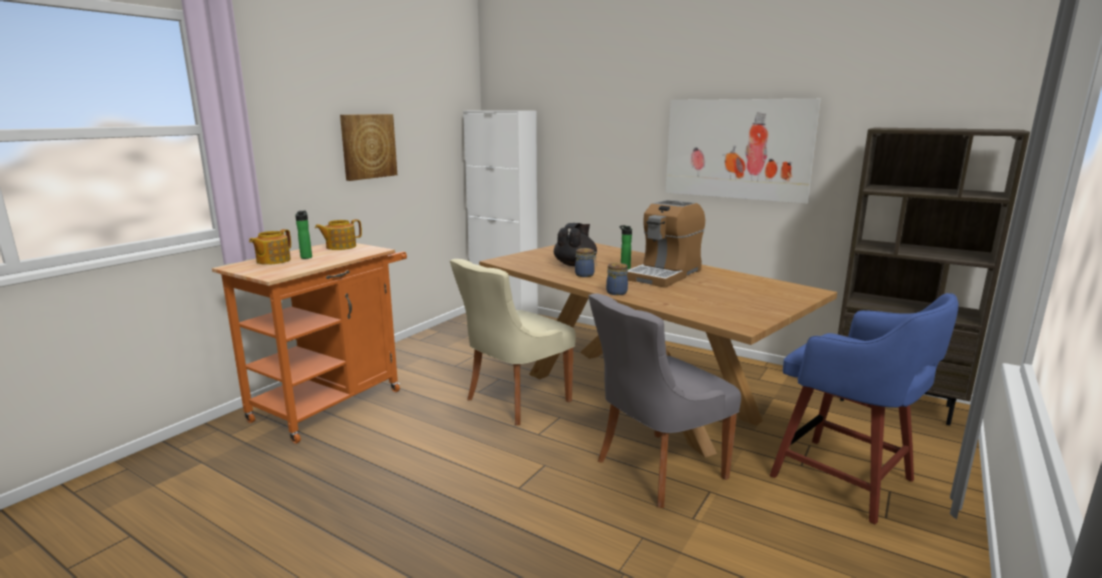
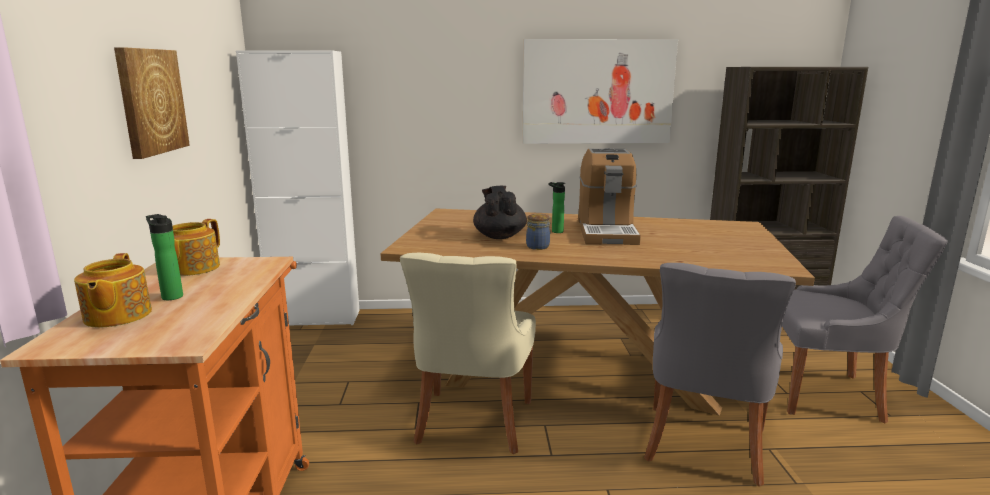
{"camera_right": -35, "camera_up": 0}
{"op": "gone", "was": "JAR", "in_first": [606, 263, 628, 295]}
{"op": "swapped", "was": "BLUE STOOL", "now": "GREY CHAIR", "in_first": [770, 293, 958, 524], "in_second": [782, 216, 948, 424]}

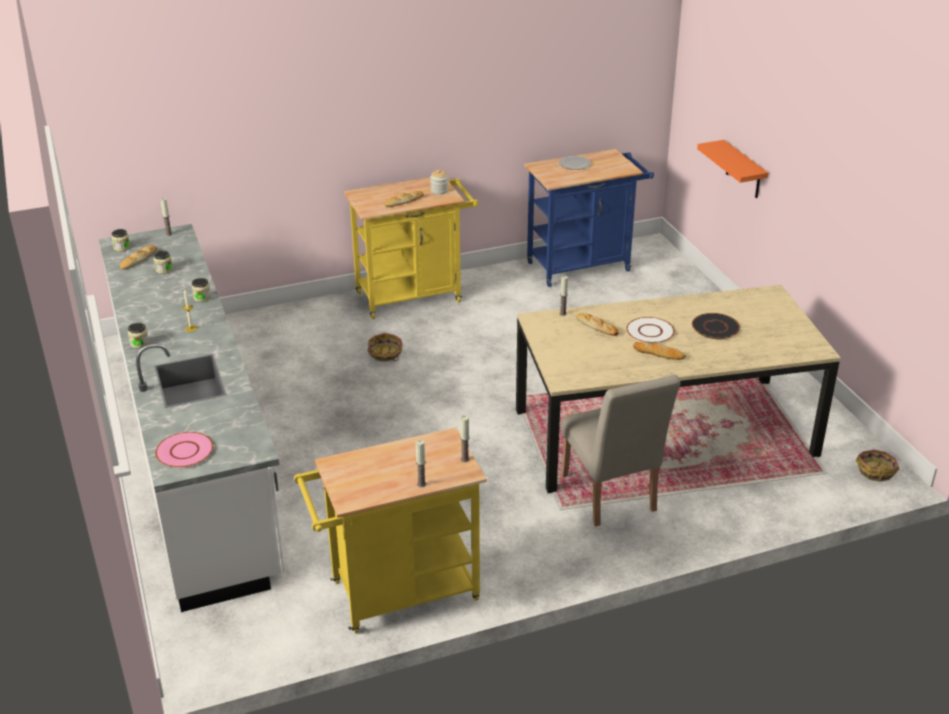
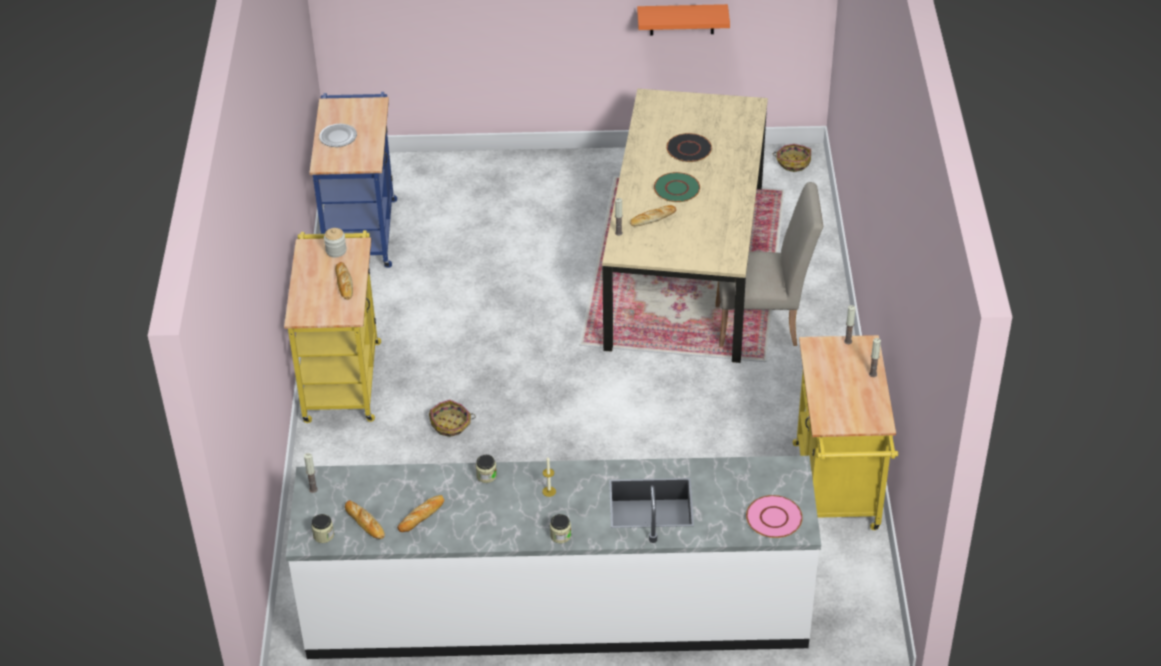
{"camera_right": -70, "camera_up": 10}
{"op": "gone", "was": "JAR", "in_first": [154, 251, 173, 274]}
{"op": "repainted", "was": "WHITE PLATE", "now": "GREEN PLATE", "in_first": [626, 317, 675, 344], "in_second": [654, 172, 700, 202]}
{"op": "shifted", "was": "BREAD", "in_first": [633, 342, 686, 360], "in_second": [397, 495, 444, 532]}
{"op": "shifted", "was": "ORANGE SHELF", "in_first": [697, 140, 768, 198], "in_second": [637, 4, 730, 36]}

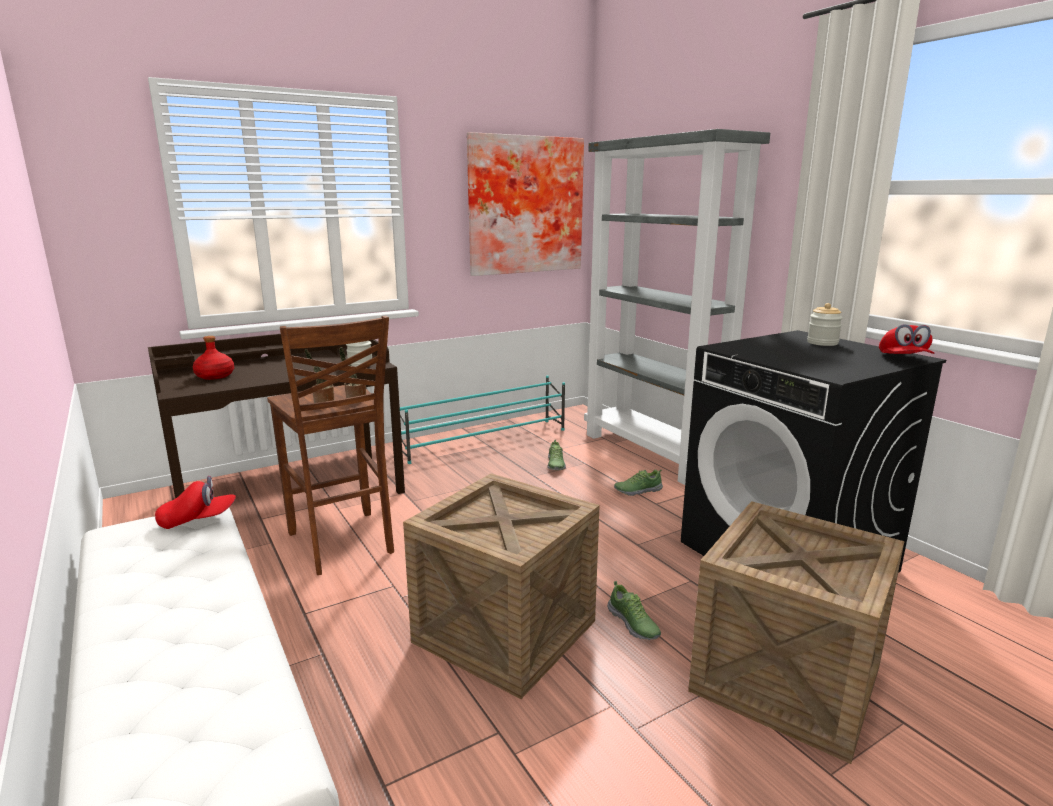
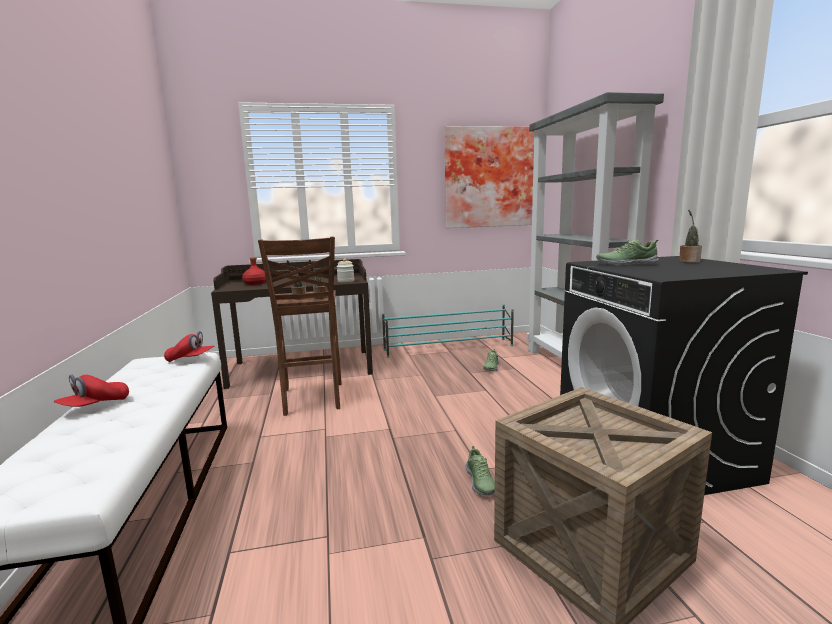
{"camera_right": 20, "camera_up": -5}
{"op": "gone", "was": "CRATE", "in_first": [403, 473, 600, 699]}
{"op": "shifted", "was": "SHOE", "in_first": [614, 470, 663, 496], "in_second": [596, 239, 659, 266]}
{"op": "swapped", "was": "JAR", "now": "POTTED PLANT", "in_first": [807, 303, 843, 346], "in_second": [679, 209, 702, 263]}
{"op": "shifted", "was": "RED CAP", "in_first": [879, 324, 934, 354], "in_second": [54, 374, 129, 407]}

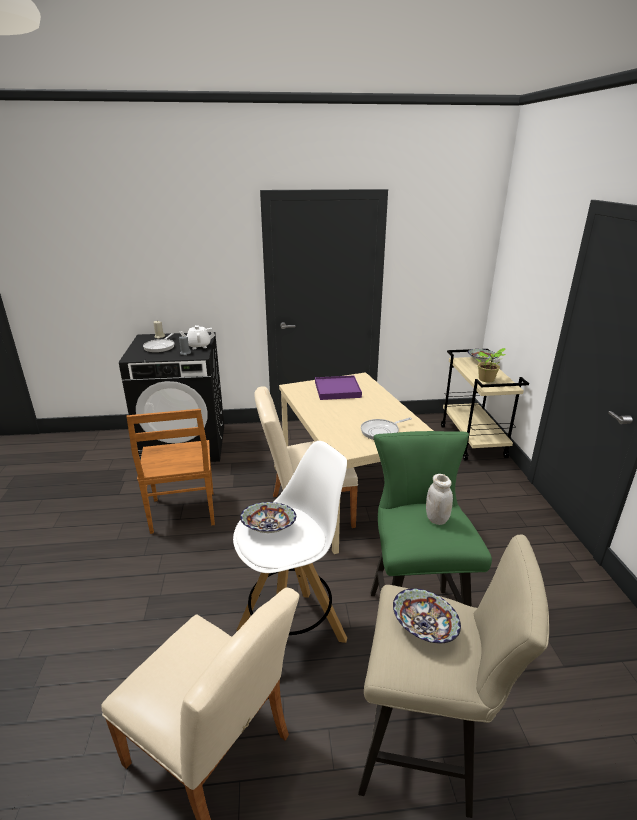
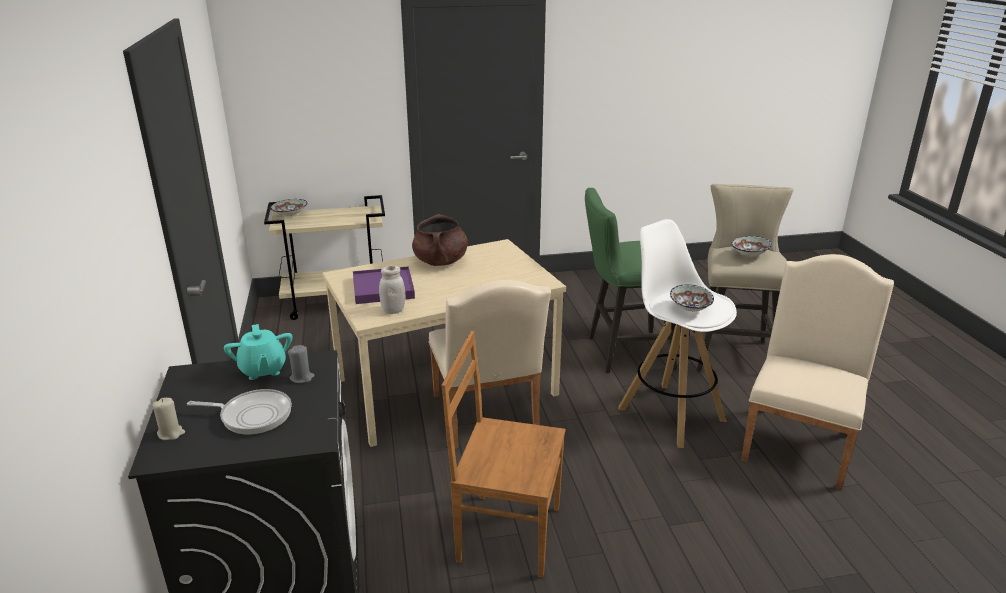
{"camera_right": -95, "camera_up": 0}
{"op": "rotated", "was": "BROWN CHAIR", "in_first": [126, 409, 215, 534], "in_second": [442, 331, 565, 578], "clockwise": -150}
{"op": "repainted", "was": "WHITE TEAPOT", "now": "TURQUOISE TEAPOT", "in_first": [180, 325, 215, 349], "in_second": [224, 324, 292, 380]}
{"op": "gone", "was": "FRYING PAN", "in_first": [361, 417, 412, 440]}
{"op": "shifted", "was": "WHITE JAR", "in_first": [426, 474, 453, 525], "in_second": [379, 266, 406, 314]}
{"op": "gone", "was": "POTTED PLANT", "in_first": [476, 348, 506, 382]}
{"op": "new", "now": "BROWN COOKING POT", "in_second": [412, 214, 468, 266]}

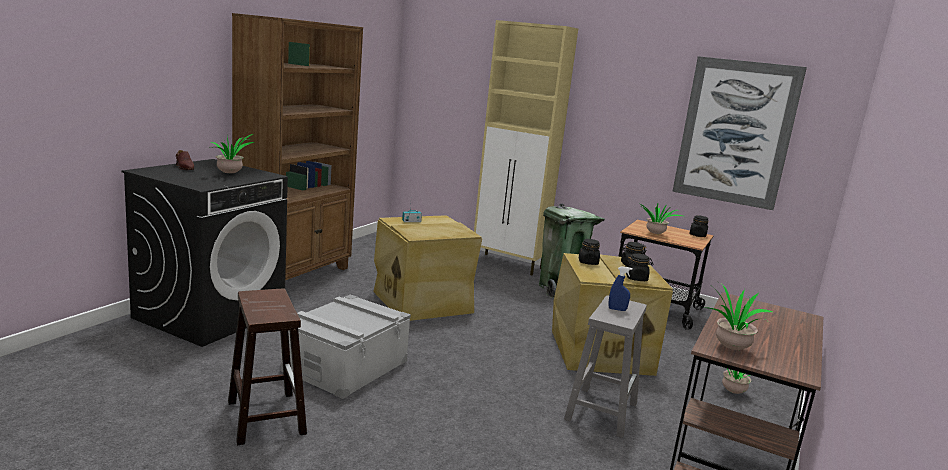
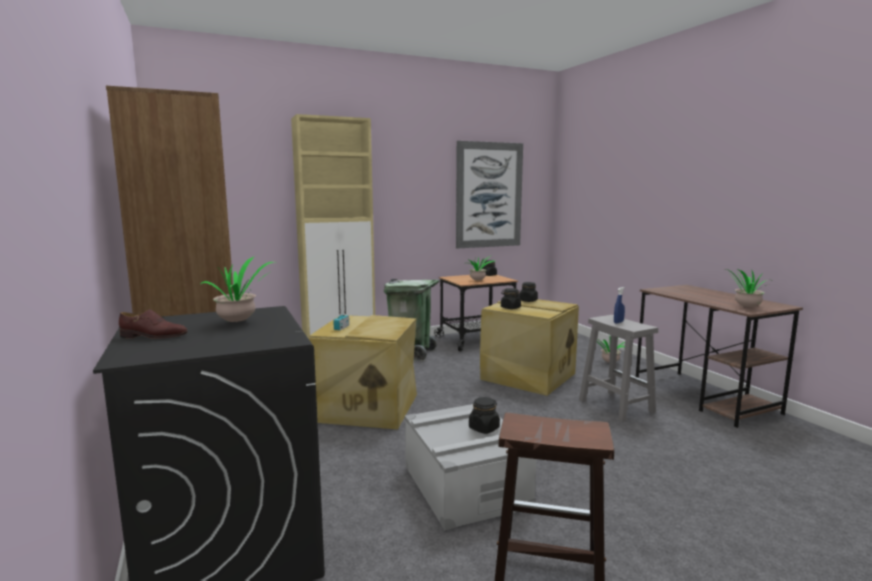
{"camera_right": -50, "camera_up": -5}
{"op": "shifted", "was": "BLACK JAR", "in_first": [625, 253, 654, 281], "in_second": [469, 397, 500, 434]}

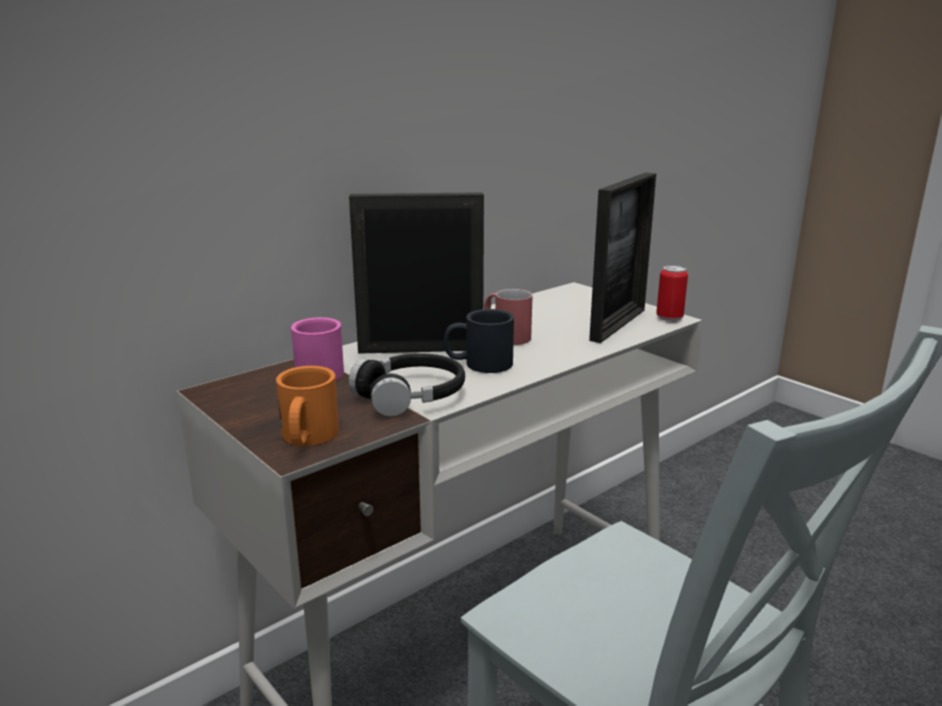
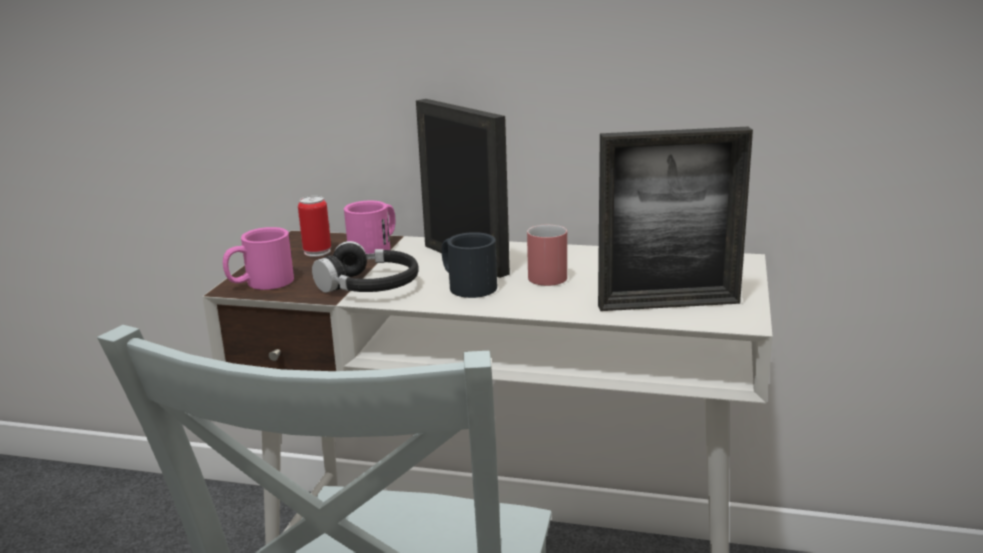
{"camera_right": 55, "camera_up": 0}
{"op": "repainted", "was": "ORANGE MUG", "now": "PINK MUG", "in_first": [276, 366, 339, 447], "in_second": [223, 227, 294, 290]}
{"op": "shifted", "was": "CAN", "in_first": [656, 265, 688, 323], "in_second": [298, 196, 331, 257]}

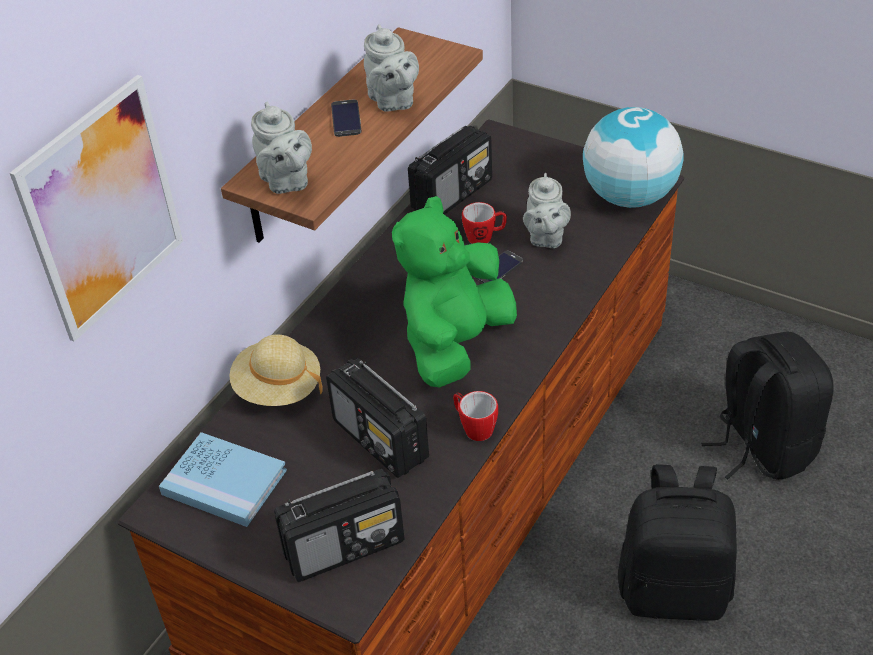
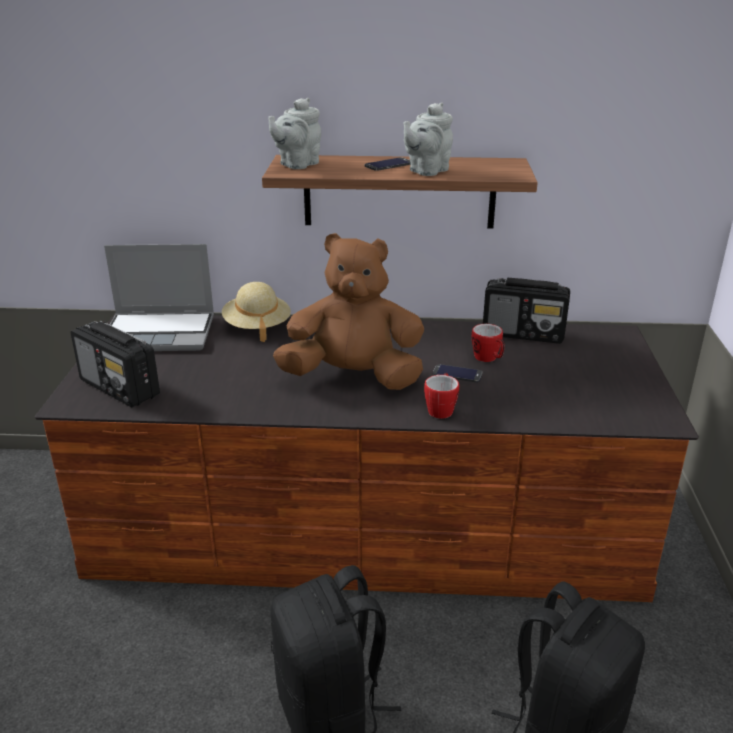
{"camera_right": 60, "camera_up": -15}
{"op": "gone", "was": "PICTURE", "in_first": [10, 75, 183, 342]}
{"op": "swapped", "was": "BLUE BOOK", "now": "LAPTOP", "in_first": [159, 432, 287, 527], "in_second": [104, 244, 214, 351]}
{"op": "gone", "was": "RADIO", "in_first": [326, 358, 429, 478]}
{"op": "repainted", "was": "GREEN PLUSH TOY", "now": "BROWN PLUSH TOY", "in_first": [392, 196, 517, 387], "in_second": [273, 233, 424, 390]}
{"op": "shifted", "was": "MUG", "in_first": [453, 391, 498, 441], "in_second": [424, 373, 459, 419]}
{"op": "gone", "was": "GREY TEAPOT", "in_first": [523, 173, 571, 248]}
{"op": "gone", "was": "GLOBE", "in_first": [583, 107, 684, 208]}

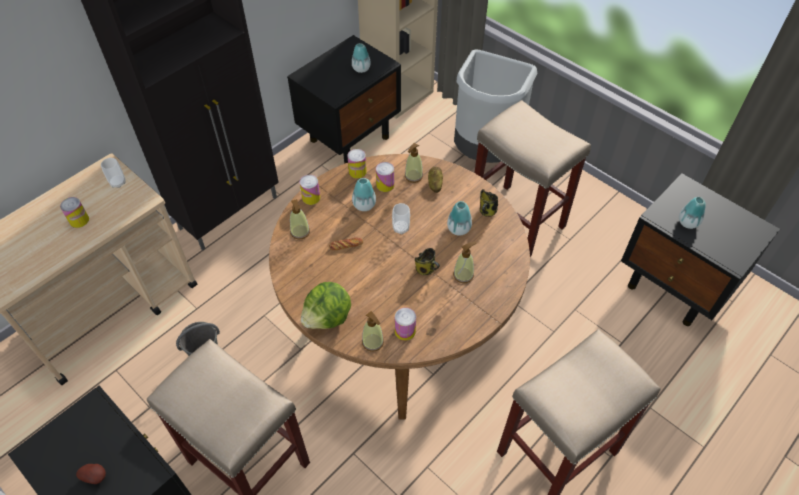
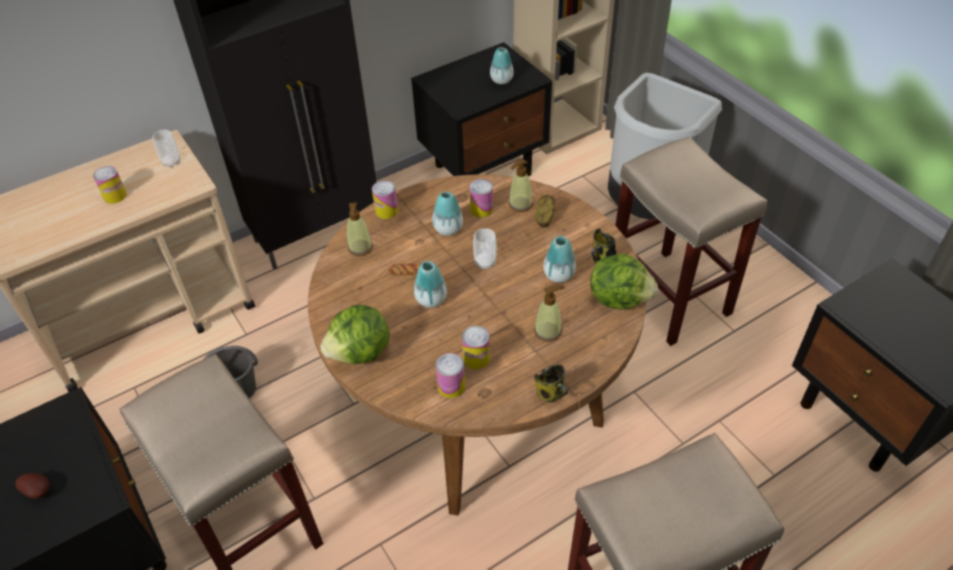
{"camera_right": 15, "camera_up": -5}
{"op": "shifted", "was": "CAN", "in_first": [348, 149, 367, 179], "in_second": [462, 326, 490, 369]}
{"op": "gone", "was": "SOAP DISPENSER", "in_first": [362, 311, 384, 352]}
{"op": "shifted", "was": "MUG", "in_first": [415, 248, 440, 275], "in_second": [534, 364, 568, 402]}
{"op": "shifted", "was": "VASE", "in_first": [679, 197, 706, 229], "in_second": [414, 261, 447, 308]}
{"op": "new", "now": "LETTUCE", "in_second": [590, 254, 658, 310]}

